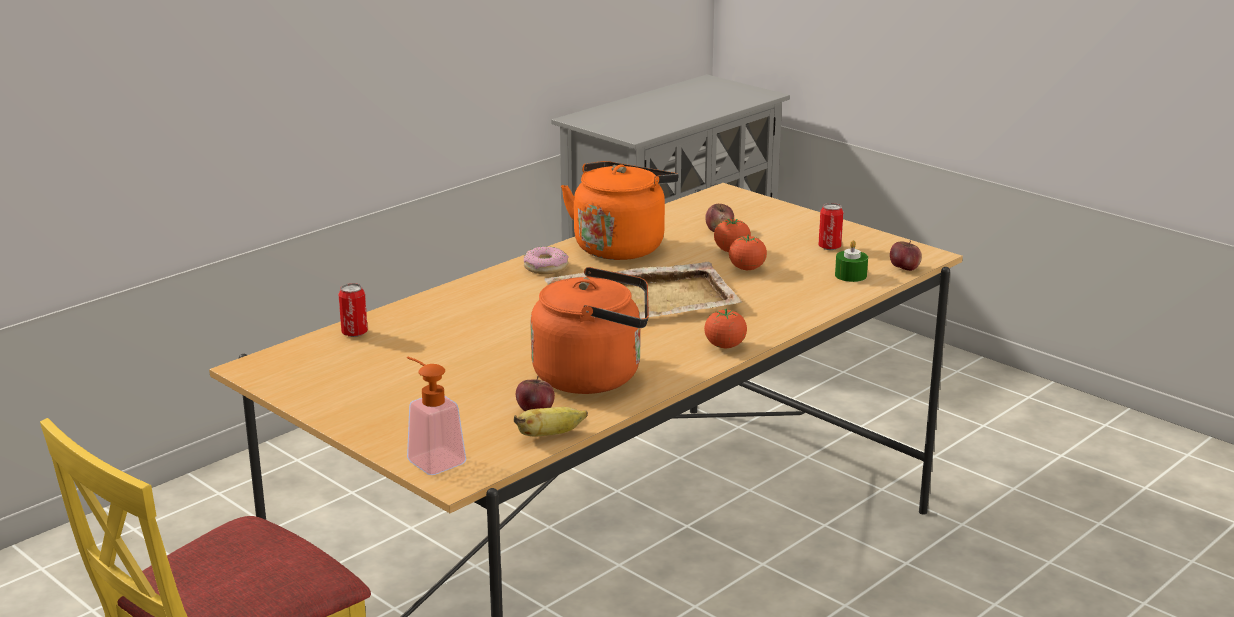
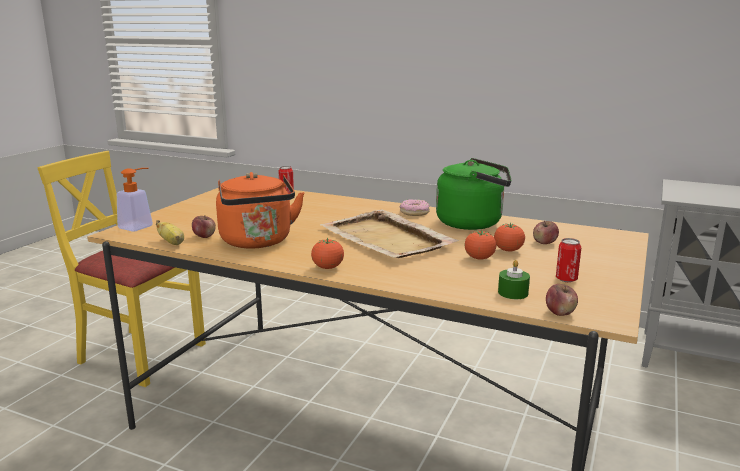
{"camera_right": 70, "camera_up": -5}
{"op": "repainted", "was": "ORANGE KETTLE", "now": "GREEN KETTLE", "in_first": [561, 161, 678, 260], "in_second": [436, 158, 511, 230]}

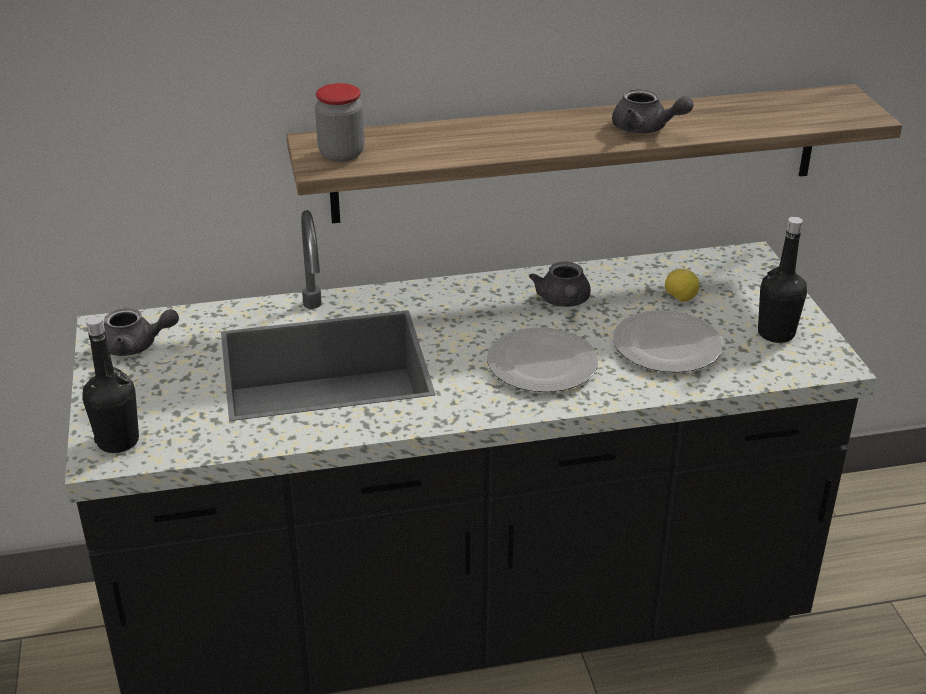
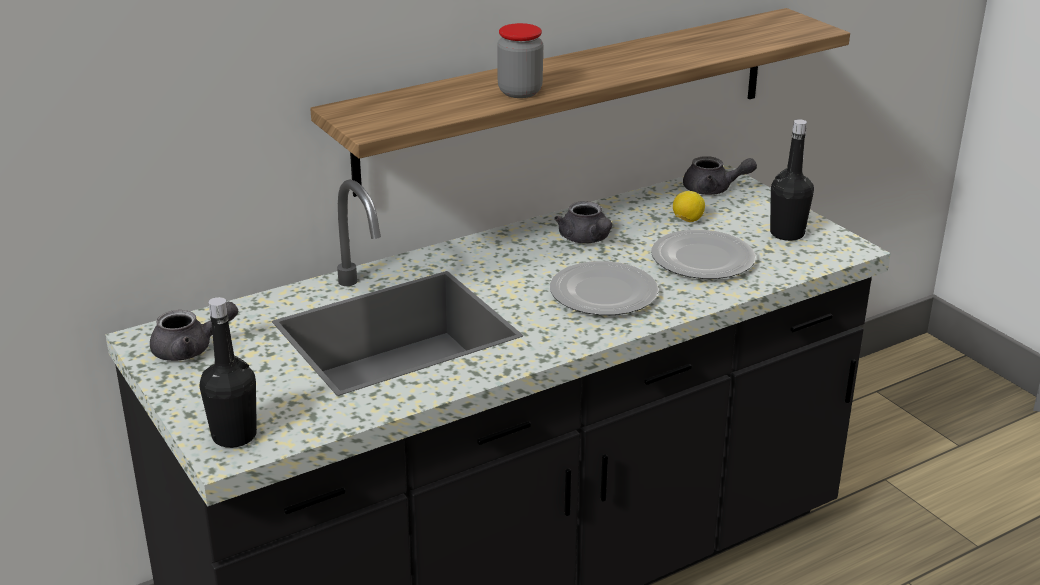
{"camera_right": -20, "camera_up": -5}
{"op": "shifted", "was": "JAR", "in_first": [315, 83, 365, 162], "in_second": [497, 23, 543, 98]}
{"op": "shifted", "was": "GREY TEAPOT", "in_first": [612, 89, 694, 134], "in_second": [683, 156, 757, 195]}

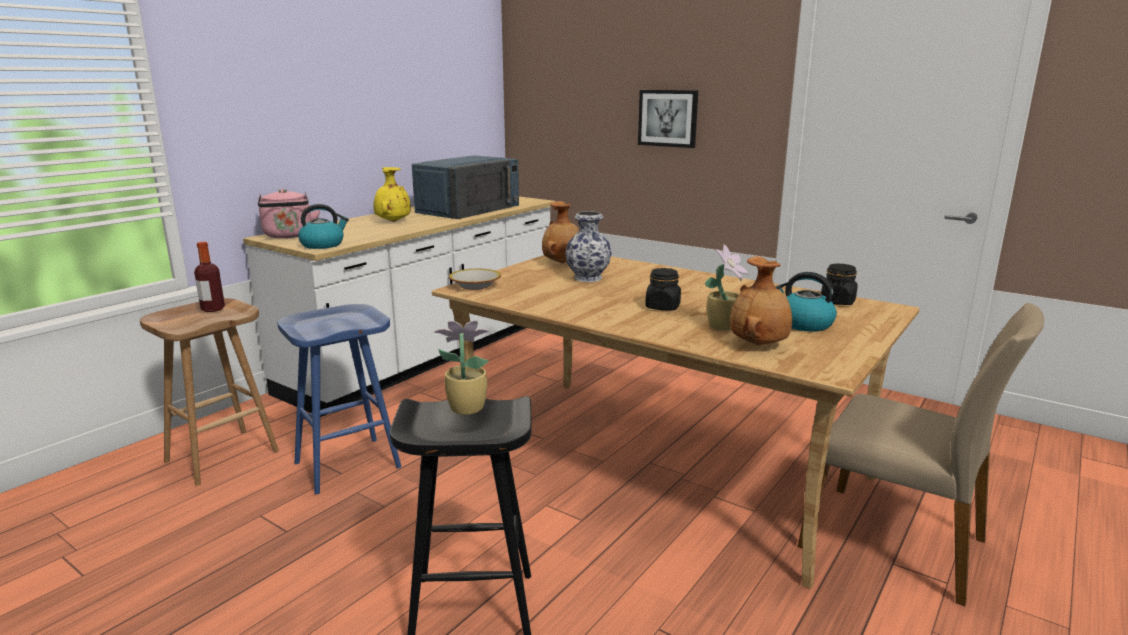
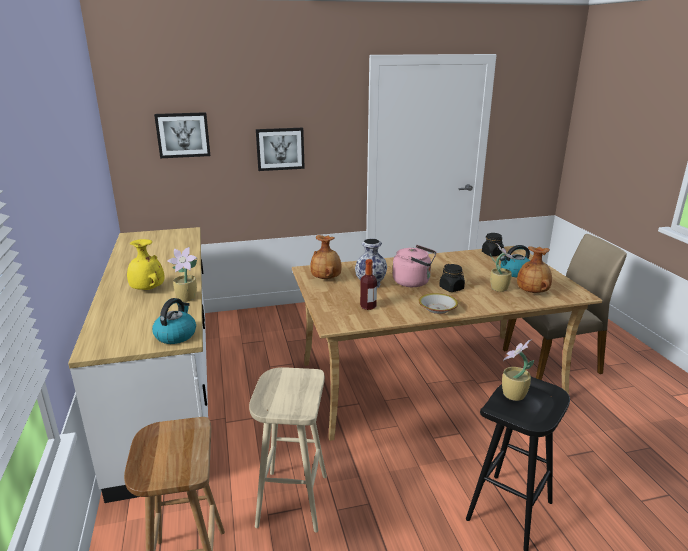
{"camera_right": -50, "camera_up": 5}
{"op": "shifted", "was": "BOTTLE", "in_first": [194, 242, 225, 312], "in_second": [360, 259, 377, 310]}
{"op": "shifted", "was": "PINK KETTLE", "in_first": [258, 189, 321, 238], "in_second": [393, 245, 437, 287]}
{"op": "repainted", "was": "BLUE STOOL", "now": "BEIGE STOOL", "in_first": [277, 304, 401, 494], "in_second": [249, 367, 327, 533]}
{"op": "gone", "was": "BLUE MICROWAVE", "in_first": [412, 155, 519, 219]}
{"op": "shifted", "was": "BOWL", "in_first": [449, 269, 501, 290], "in_second": [419, 293, 458, 314]}
{"op": "new", "now": "PICTURE", "in_second": [154, 112, 210, 158]}
{"op": "new", "now": "POTTED PLANT", "in_second": [168, 247, 197, 302]}

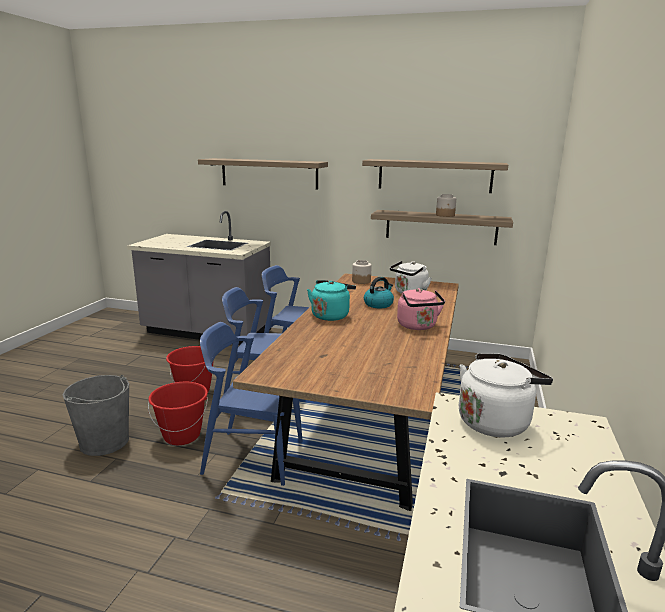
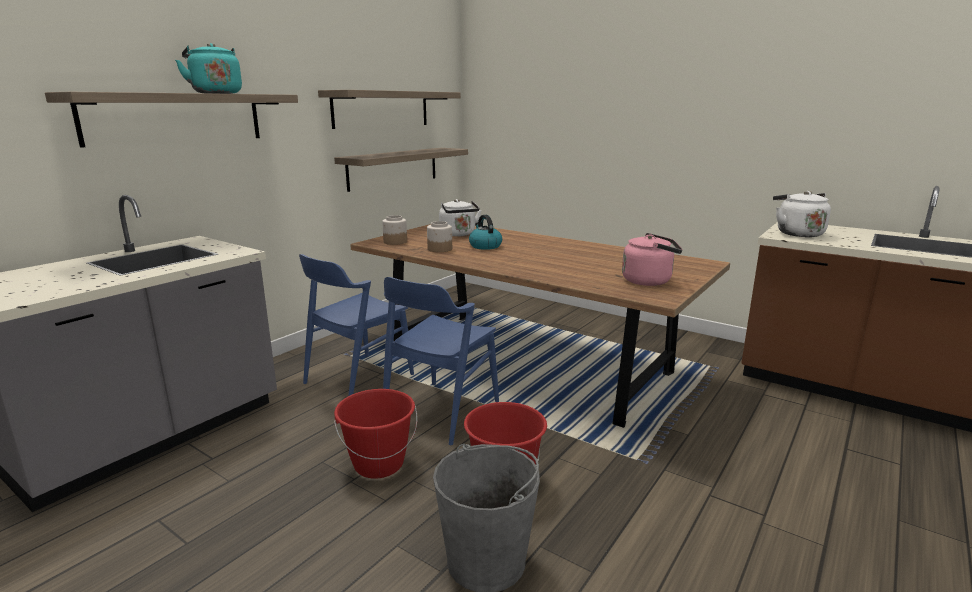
{"camera_right": -70, "camera_up": 0}
{"op": "gone", "was": "BLUE CHAIR", "in_first": [200, 322, 302, 486]}
{"op": "shifted", "was": "TURQUOISE KETTLE", "in_first": [307, 280, 356, 321], "in_second": [175, 43, 242, 94]}
{"op": "shifted", "was": "PINK KETTLE", "in_first": [397, 288, 445, 330], "in_second": [622, 233, 683, 286]}
{"op": "shifted", "was": "JAR", "in_first": [436, 194, 456, 217], "in_second": [427, 221, 452, 252]}

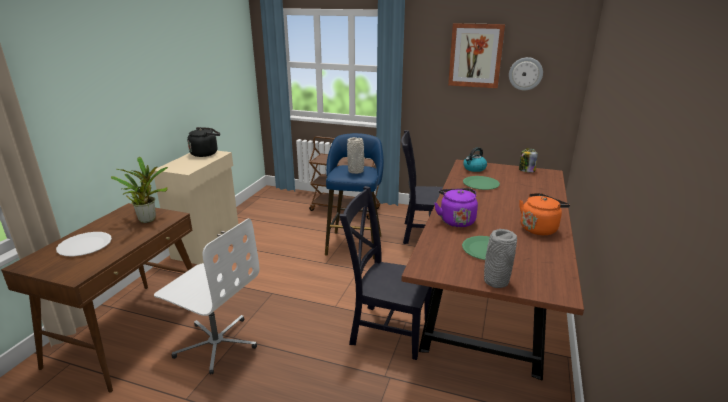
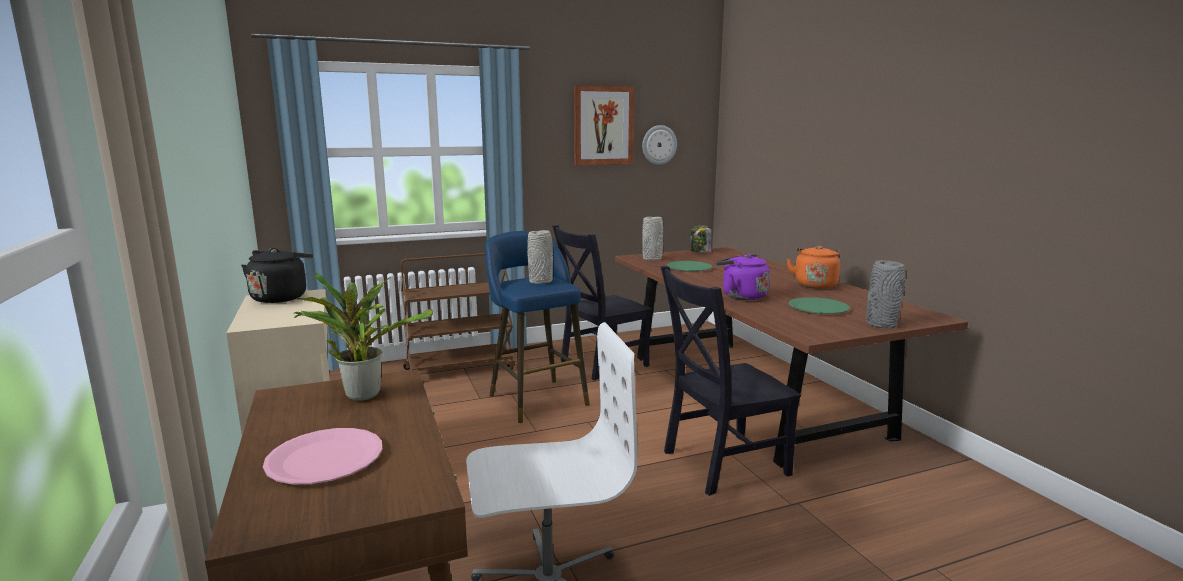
{"camera_right": -40, "camera_up": -10}
{"op": "repainted", "was": "WHITE PLATE", "now": "PINK PLATE", "in_first": [56, 232, 112, 256], "in_second": [263, 428, 382, 484]}
{"op": "swapped", "was": "KETTLE", "now": "GREY VASE", "in_first": [463, 147, 487, 172], "in_second": [642, 217, 663, 260]}

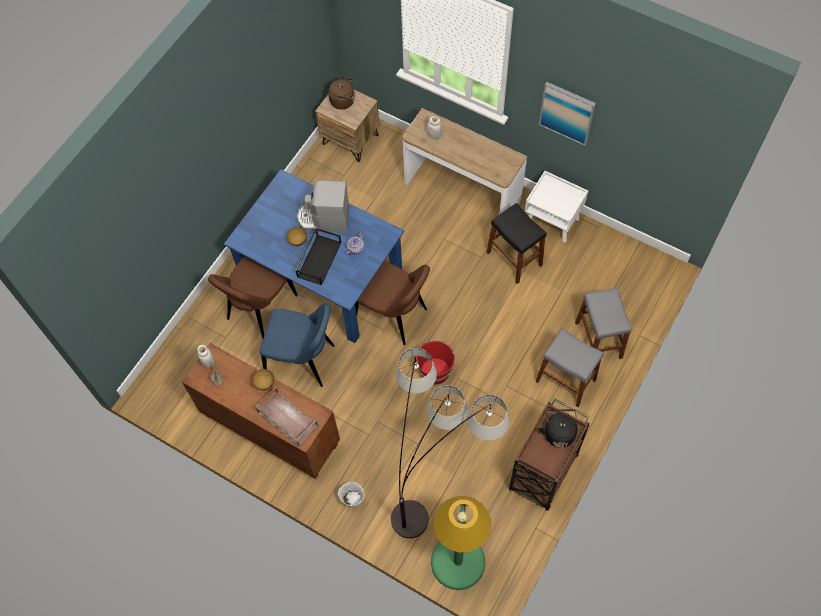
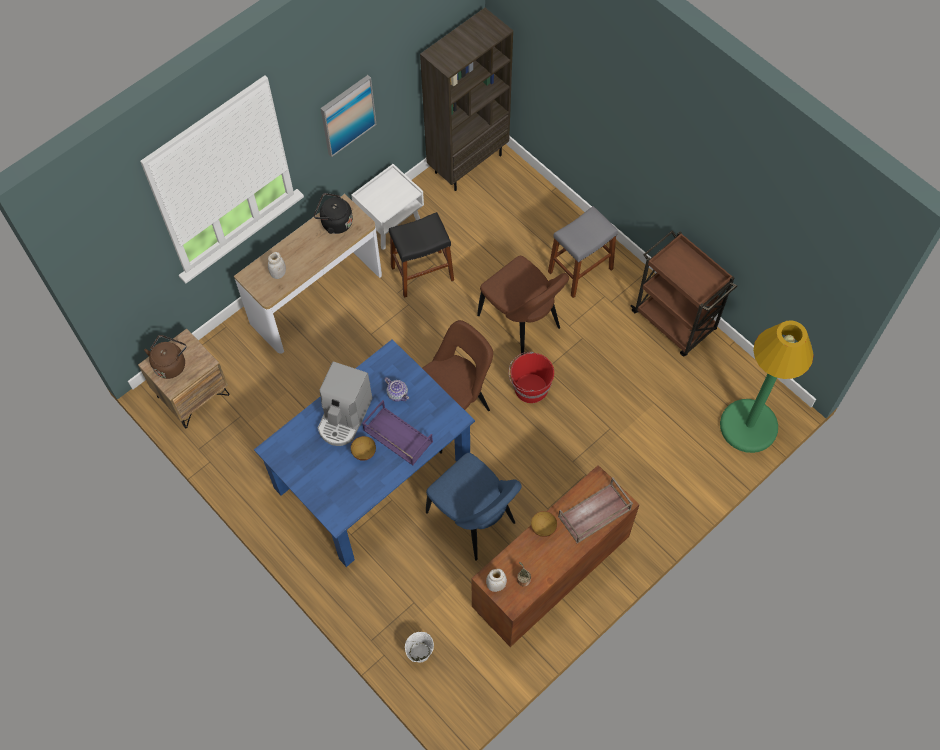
{"camera_right": -75, "camera_up": 0}
{"op": "shifted", "was": "BROWN CHAIR", "in_first": [208, 256, 298, 338], "in_second": [477, 256, 569, 355]}
{"op": "rotated", "was": "BLUE CHAIR", "in_first": [260, 303, 335, 387], "in_second": [426, 453, 522, 560], "clockwise": 105}
{"op": "repainted", "was": "BLACK TRAY", "now": "PURPLE TRAY", "in_first": [295, 228, 341, 286], "in_second": [362, 400, 433, 465]}
{"op": "shifted", "was": "WHITE BUCKET", "in_first": [338, 482, 365, 508], "in_second": [405, 632, 434, 662]}
{"op": "gone", "was": "FLOOR LAMP", "in_first": [391, 348, 509, 538]}
{"op": "shifted", "was": "BLACK KETTLE", "in_first": [539, 409, 577, 448], "in_second": [314, 193, 353, 234]}
{"op": "gone", "was": "GREY STOOL", "in_first": [575, 288, 632, 359]}
{"op": "new", "now": "BROWN BOOKCASE", "in_second": [420, 8, 513, 191]}

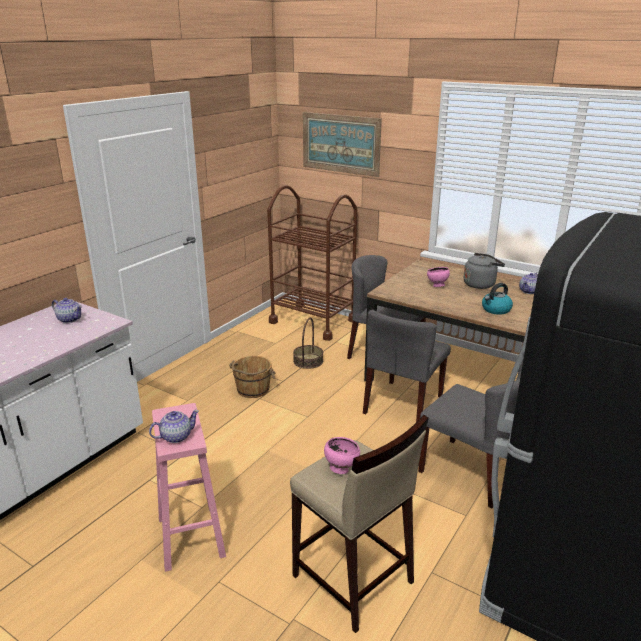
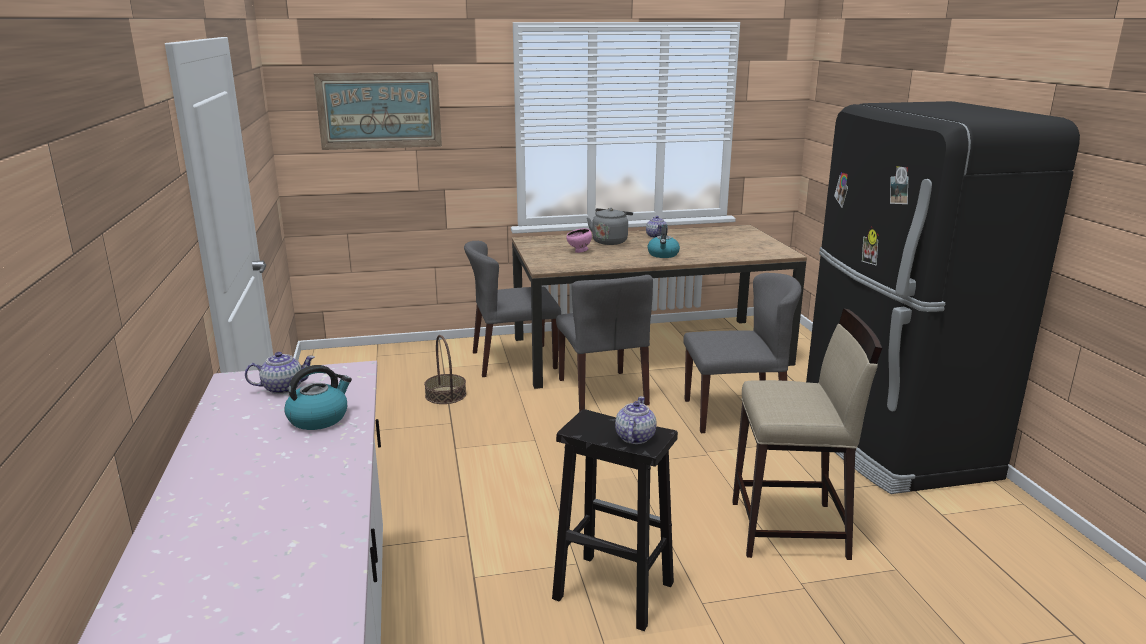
{"camera_right": -45, "camera_up": -5}
{"op": "repainted", "was": "PINK STOOL", "now": "BLACK STOOL", "in_first": [152, 403, 226, 572], "in_second": [552, 409, 678, 631]}
{"op": "gone", "was": "BROWN BUCKET", "in_first": [229, 356, 276, 398]}
{"op": "gone", "was": "BROWN CART", "in_first": [267, 185, 357, 341]}
{"op": "gone", "was": "PINK BOWL", "in_first": [324, 437, 360, 474]}
{"op": "new", "now": "KETTLE", "in_second": [284, 365, 352, 430]}

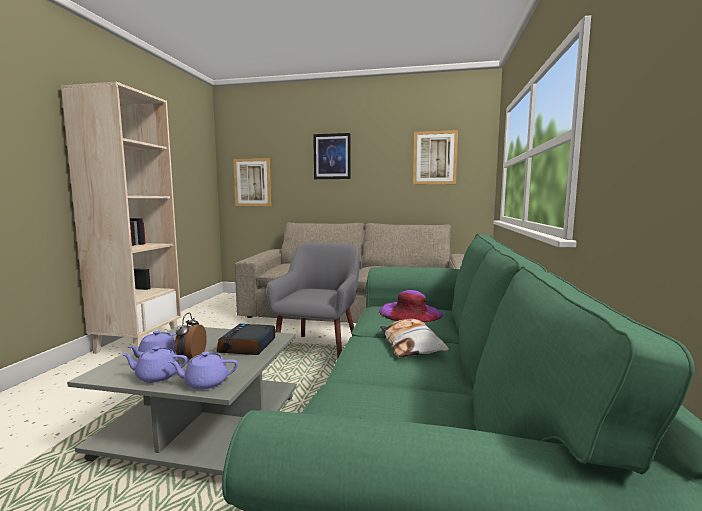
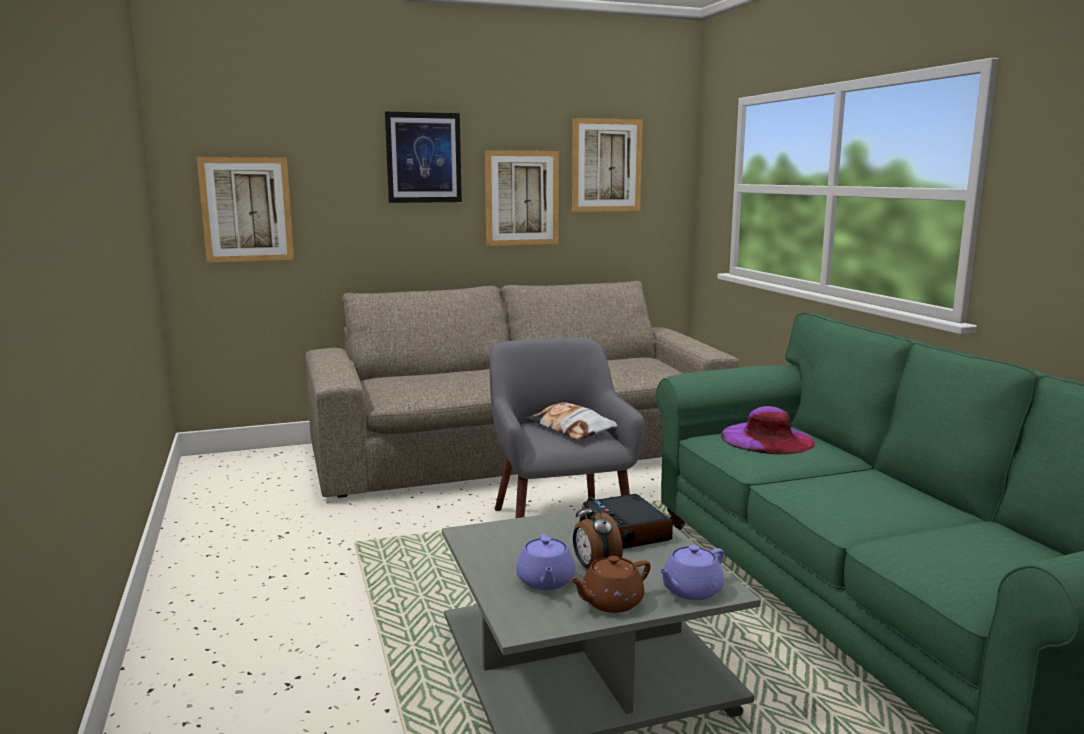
{"camera_right": -30, "camera_up": 5}
{"op": "gone", "was": "BEIGE BOOKCASE", "in_first": [61, 82, 181, 354]}
{"op": "repainted", "was": "PURPLE TEAPOT", "now": "BROWN TEAPOT", "in_first": [122, 346, 188, 383], "in_second": [569, 556, 651, 613]}
{"op": "shifted", "was": "PILLOW", "in_first": [380, 319, 449, 357], "in_second": [526, 402, 617, 440]}
{"op": "new", "now": "PICTURE", "in_second": [485, 150, 559, 246]}

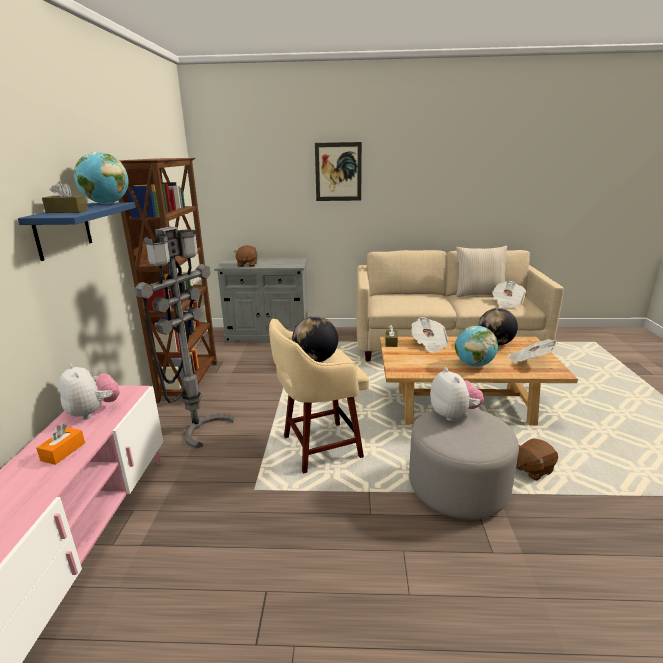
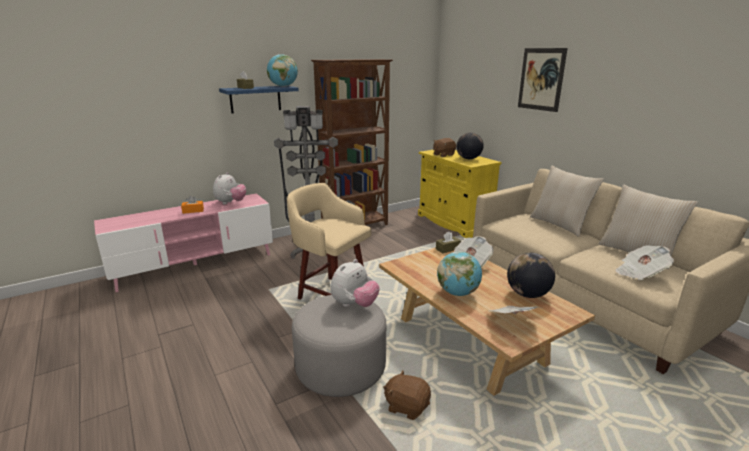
{"camera_right": 55, "camera_up": 0}
{"op": "repainted", "was": "GREY CABINET", "now": "YELLOW CABINET", "in_first": [214, 258, 308, 343], "in_second": [418, 150, 502, 238]}
{"op": "shifted", "was": "GLOBE", "in_first": [292, 316, 338, 362], "in_second": [456, 132, 484, 159]}
{"op": "new", "now": "BEIGE PILLOW", "in_second": [530, 166, 604, 237]}

